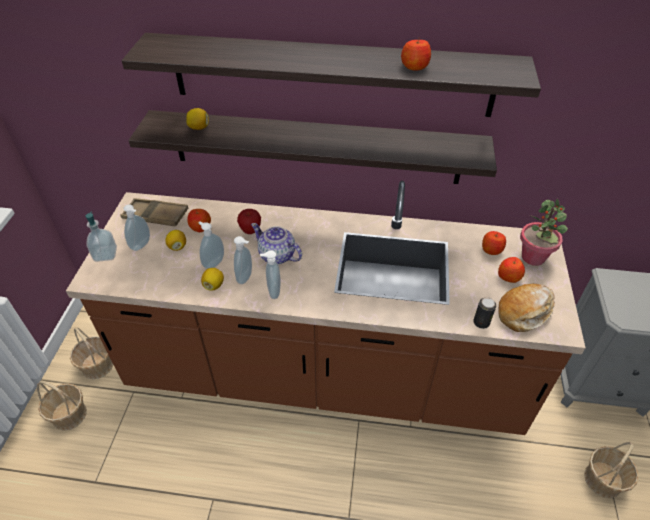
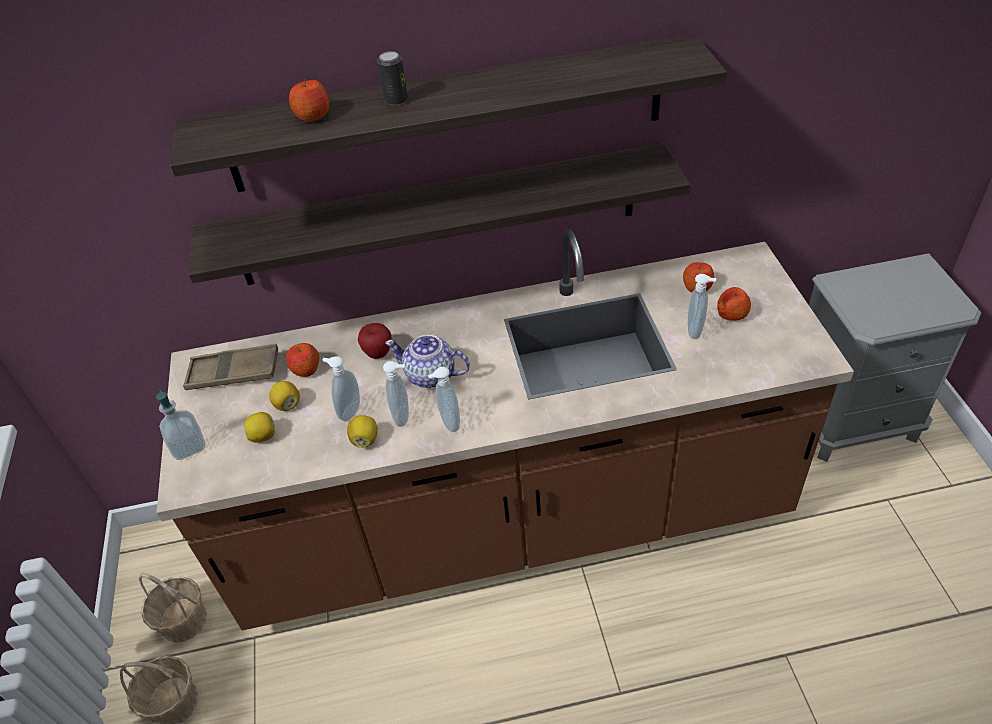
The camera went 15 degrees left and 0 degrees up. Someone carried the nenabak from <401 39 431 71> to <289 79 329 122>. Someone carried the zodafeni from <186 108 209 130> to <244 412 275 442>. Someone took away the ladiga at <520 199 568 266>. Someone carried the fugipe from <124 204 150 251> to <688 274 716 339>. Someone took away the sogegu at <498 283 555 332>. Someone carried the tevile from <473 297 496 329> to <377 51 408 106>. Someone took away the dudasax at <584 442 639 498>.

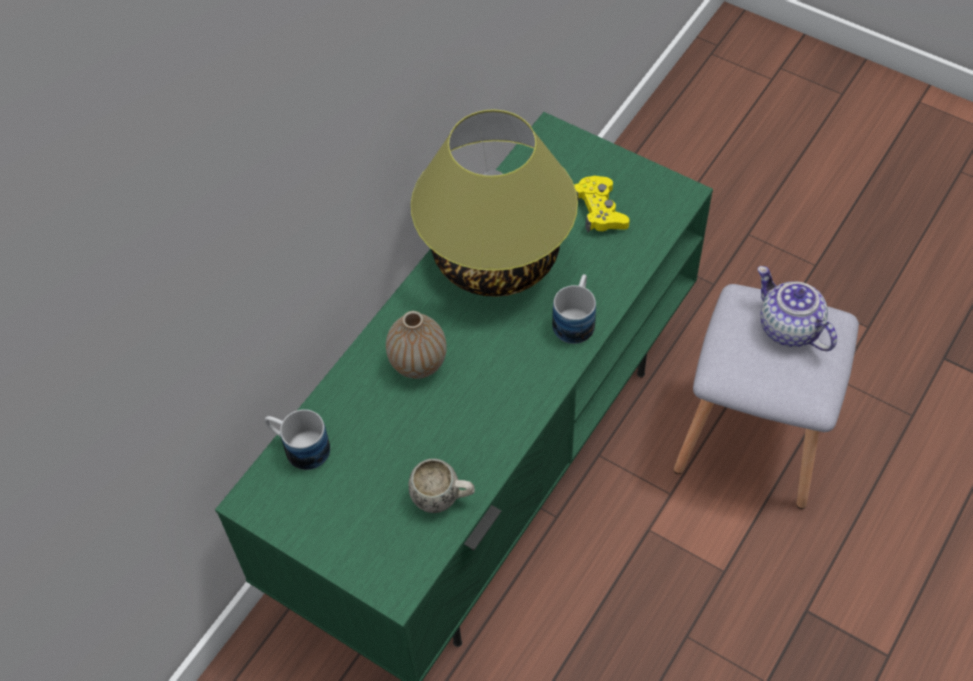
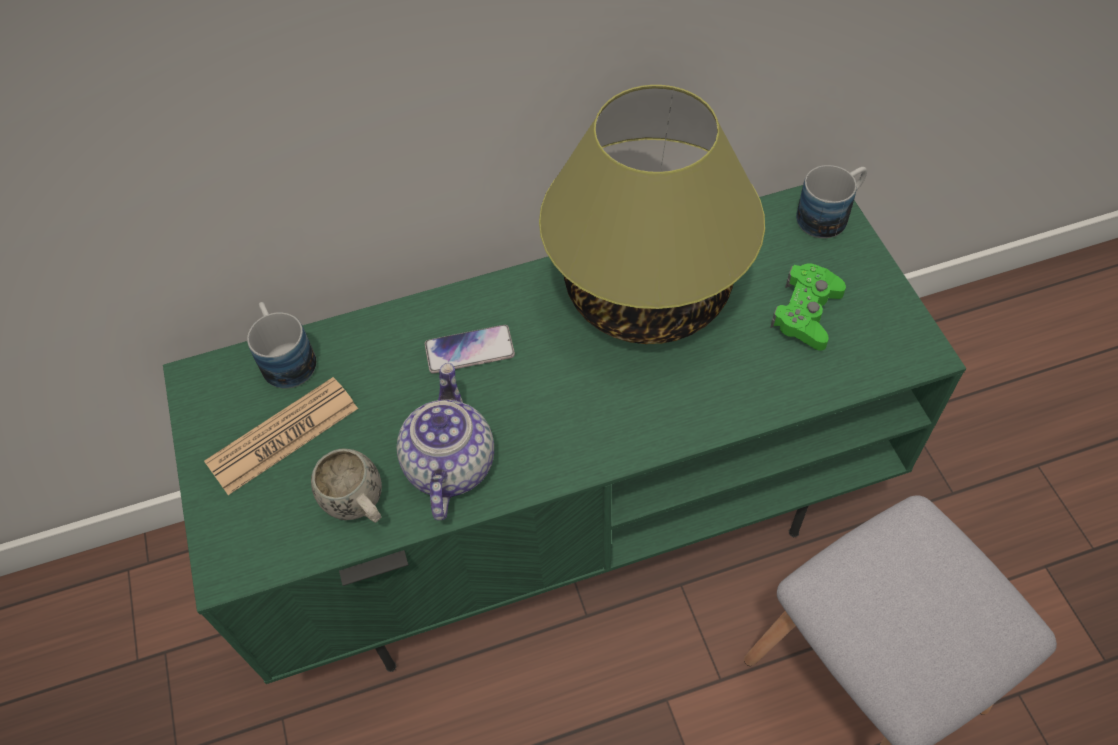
The camera went 40 degrees right and 0 degrees up. Someone repainted the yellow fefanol at <574 176 630 232>, which became the green fefanol at <770 264 846 351>. Someone carried the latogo from <758 266 837 351> to <397 363 494 521>. Someone carried the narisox from <552 274 596 344> to <796 165 867 238>. Someone swapped the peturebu at <386 311 447 379> for the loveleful at <425 325 515 373>. Someone put down the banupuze at <204 377 358 495>.

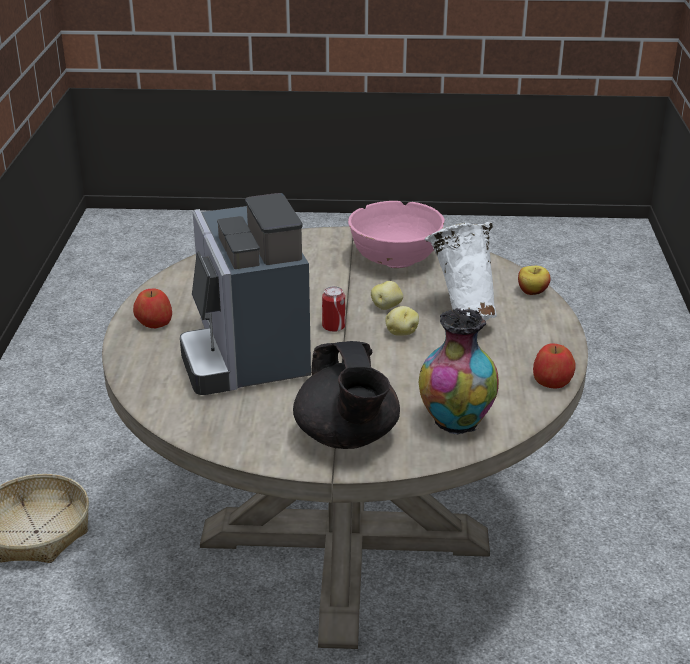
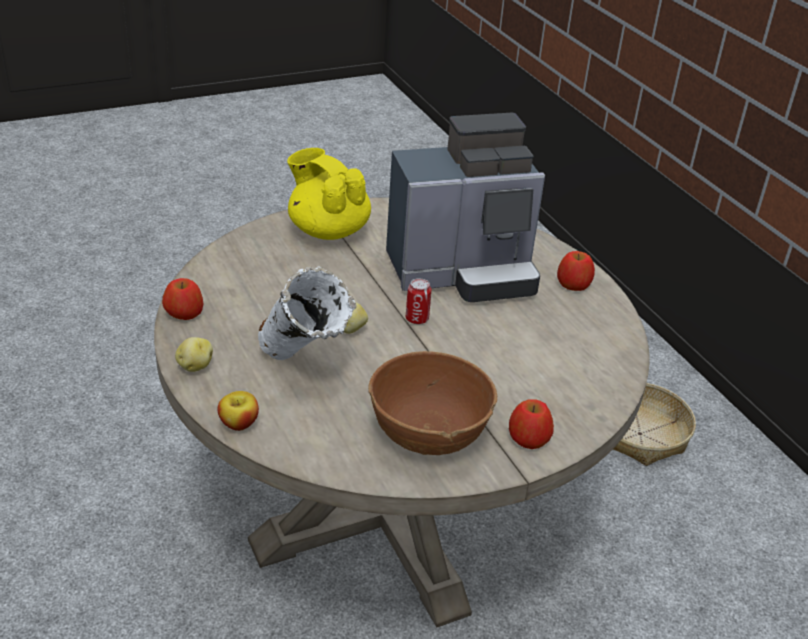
The camera went 150 degrees right and 5 degrees up. Someone rotated the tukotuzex at <180 193 311 395> by 120 degrees clockwise. Someone repainted the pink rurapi at <348 201 445 268>, which became the brown rurapi at <368 351 497 455>. Someone carried the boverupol from <371 281 403 310> to <175 337 213 372>. Someone took away the peturebu at <419 308 499 434>. Someone repainted the black latogo at <293 341 400 449>, which became the yellow latogo at <287 148 371 240>. Someone put down the nenabak at <509 399 554 449>.

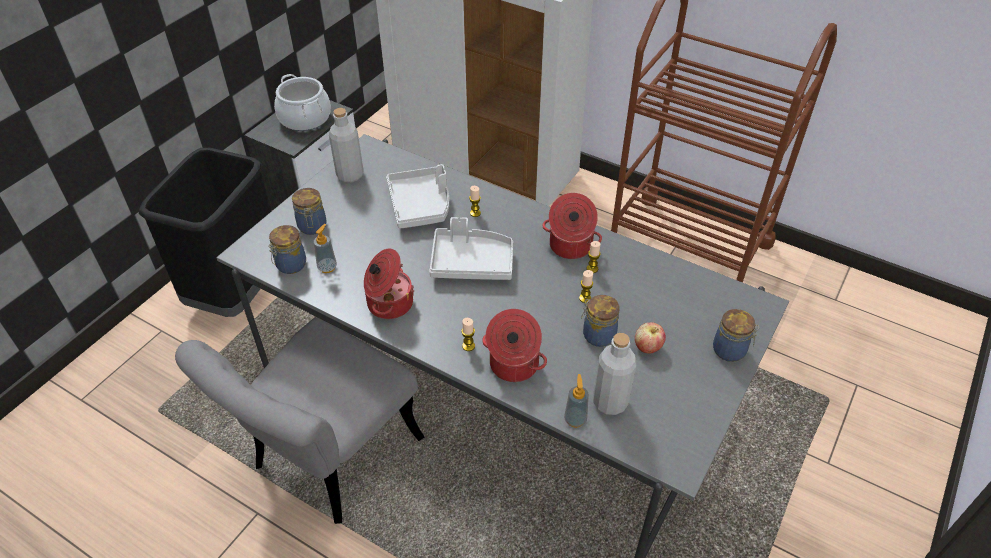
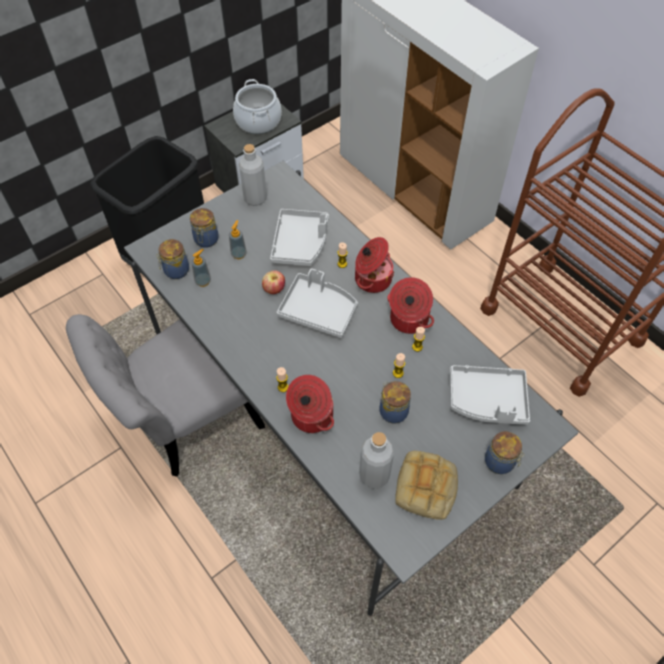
The camera went 20 degrees right and 10 degrees up. Someone carried the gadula from <364 249 414 319> to <355 237 394 293>. Someone carried the nenabak from <635 322 666 353> to <262 270 285 294>. Someone carried the fugipe from <564 374 589 428> to <229 220 247 259>. Someone put down the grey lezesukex at <450 365 530 425>. Someone put down the sogegu at <395 451 458 520>.

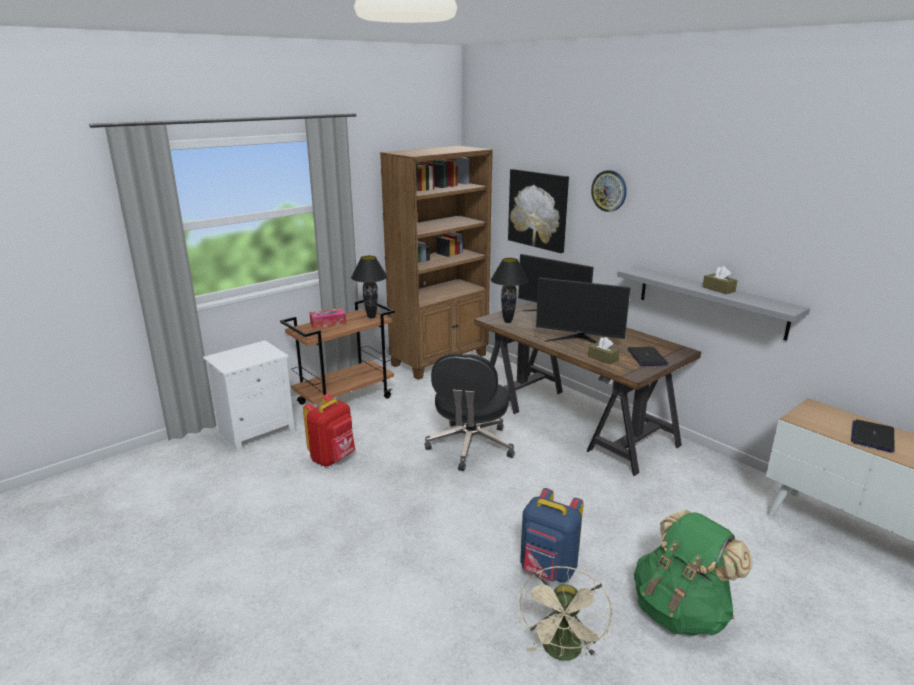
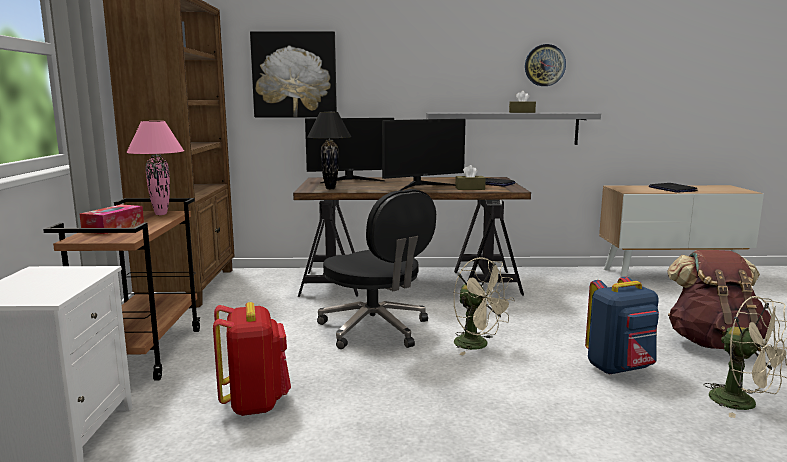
The camera went 50 degrees left and 10 degrees down. Someone carried the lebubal from <591 170 627 212> to <525 44 566 86>. Someone repainted the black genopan at <351 256 388 318>, which became the pink genopan at <126 121 184 215>. Someone repainted the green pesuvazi at <634 510 752 636>, which became the brown pesuvazi at <667 250 771 349>. Someone put down the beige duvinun at <453 257 515 355>.

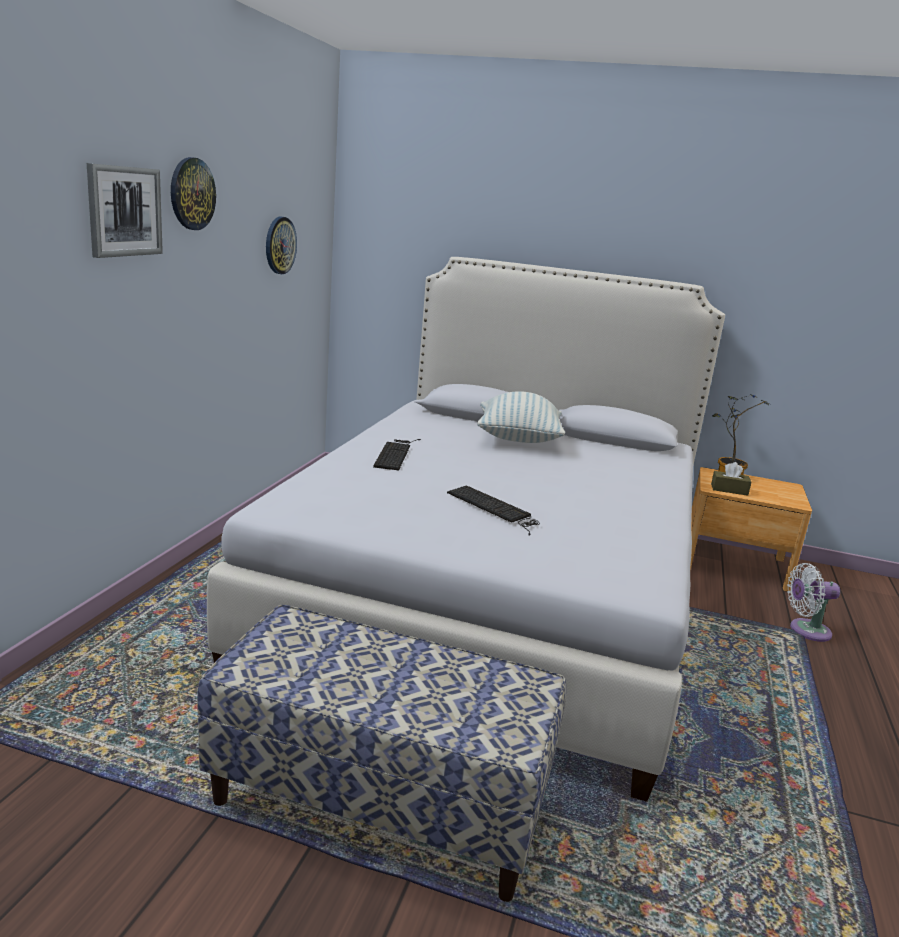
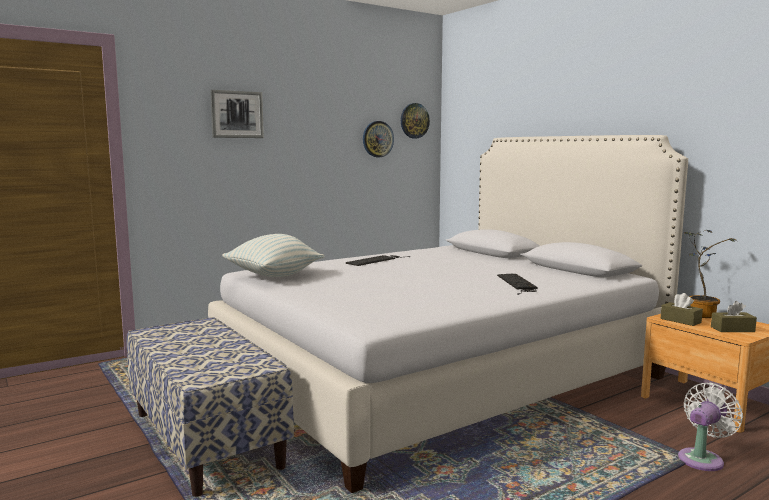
The camera went 40 degrees right and 10 degrees down. Someone carried the lebubal from <171 157 216 230> to <401 103 430 138>. Someone carried the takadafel from <477 391 565 443> to <222 234 325 277>. Someone carried the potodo from <447 485 540 536> to <497 273 537 295>. Someone rotated the white duvinun at <787 563 840 642> by 105 degrees clockwise. Someone put down the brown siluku at <711 301 757 332>.

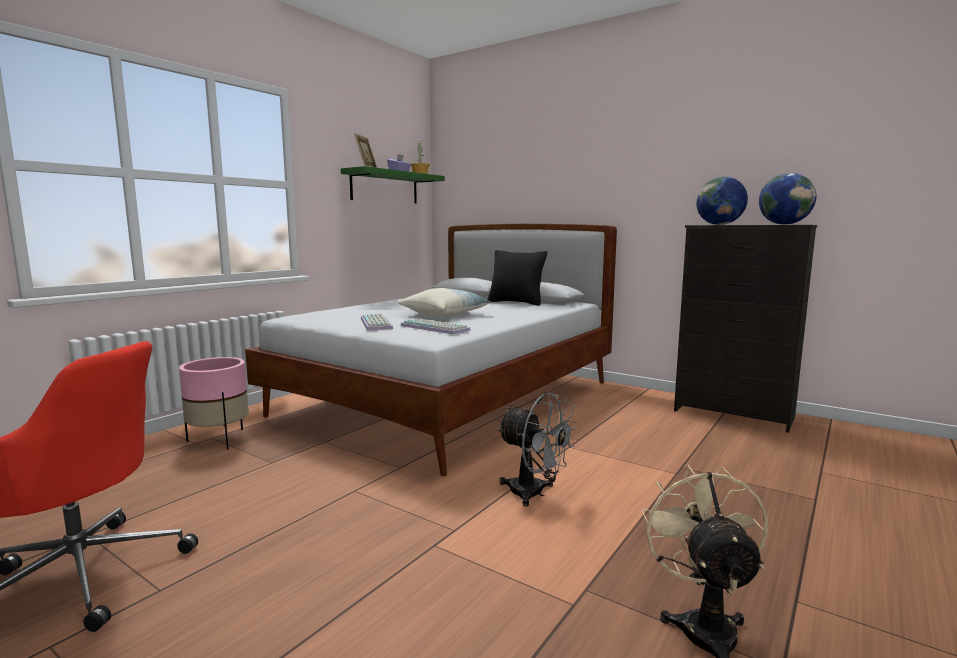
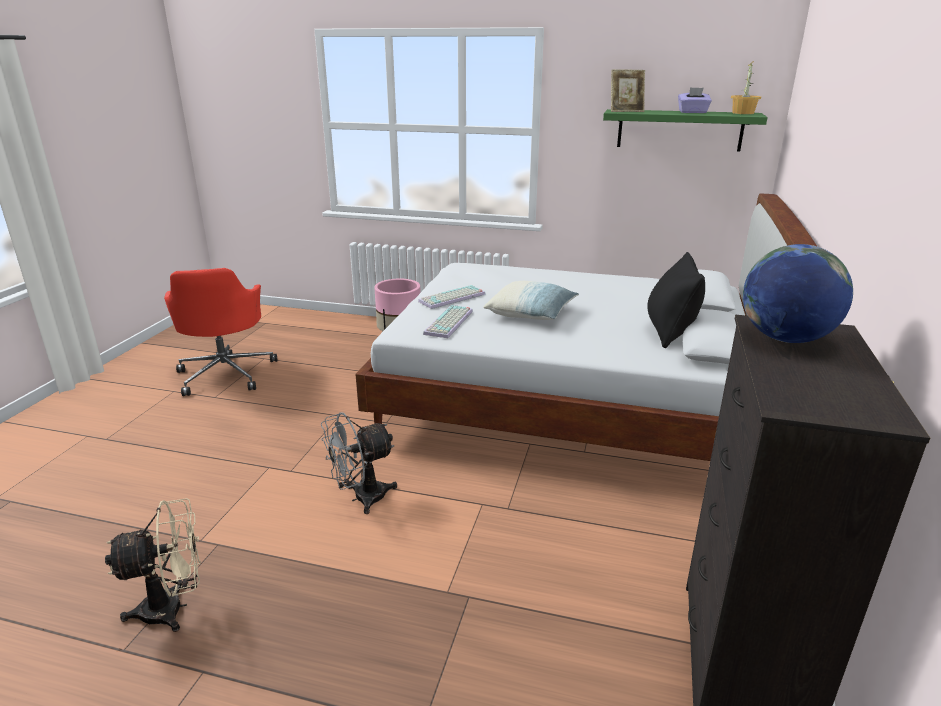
The camera went 70 degrees right and 15 degrees up. Someone took away the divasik at <759 173 817 225>. Someone rotated the grey duvinun at <497 393 578 507> by 45 degrees clockwise.

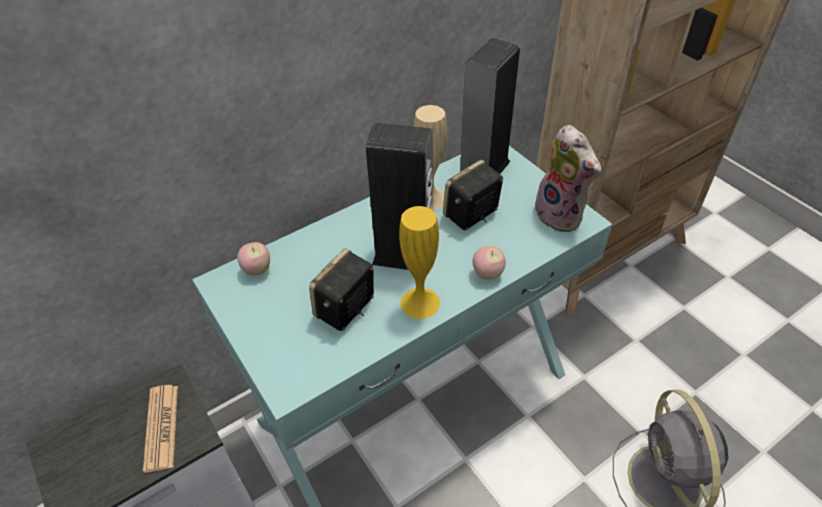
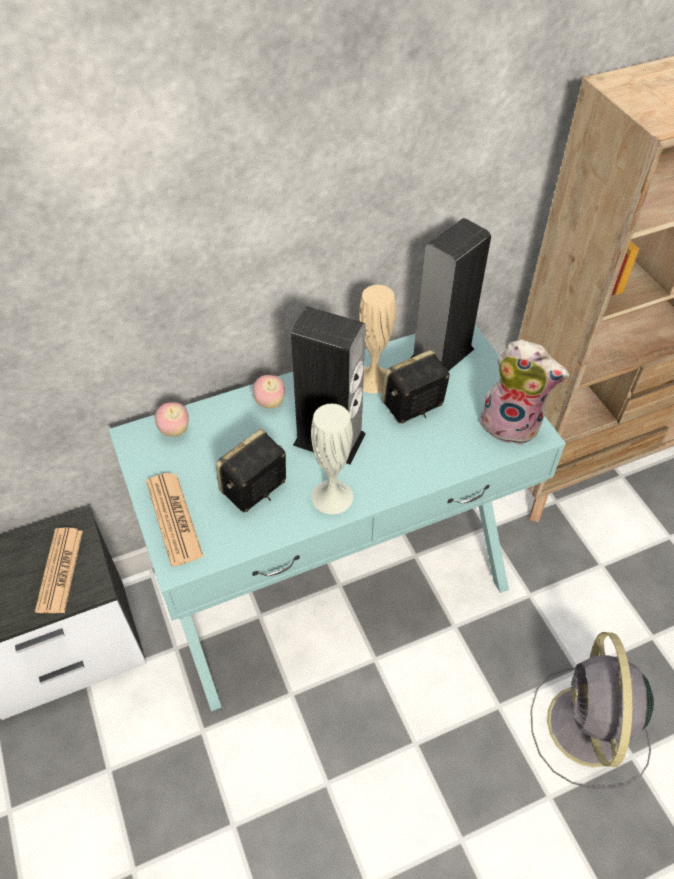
The camera went 10 degrees right and 5 degrees up. Someone rotated the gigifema at <535 125 601 232> by 45 degrees counterclockwise. Someone repainted the yellow peturebu at <399 206 440 319>, which became the white peturebu at <311 404 353 514>. Someone carried the nenabak from <472 246 506 280> to <253 375 285 409>. Someone put down the banupuze at <146 473 204 566>.

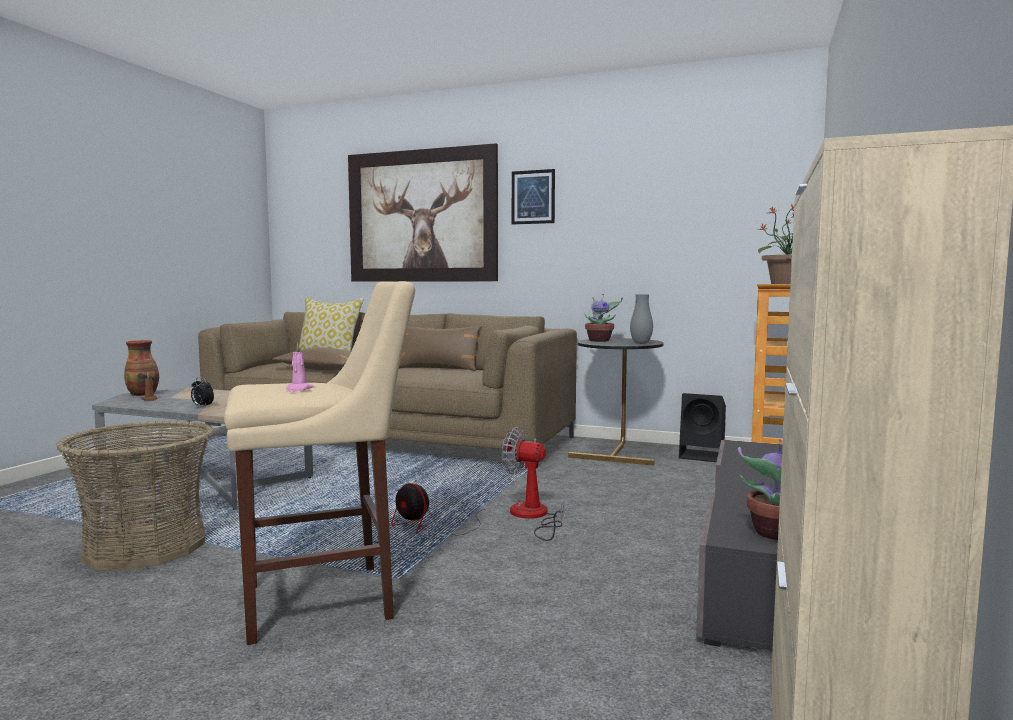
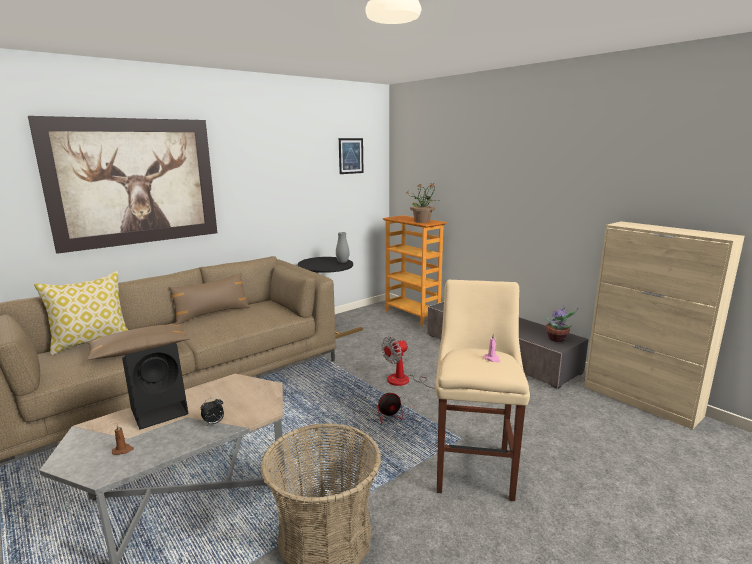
The camera went 60 degrees left and 10 degrees up. Someone carried the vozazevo from <512 169 555 224> to <339 138 364 174>. Someone took away the ladiga at <584 294 623 342>. Someone took away the peturebu at <124 340 159 396>. Someone carried the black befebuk from <679 393 726 462> to <122 343 188 430>.

